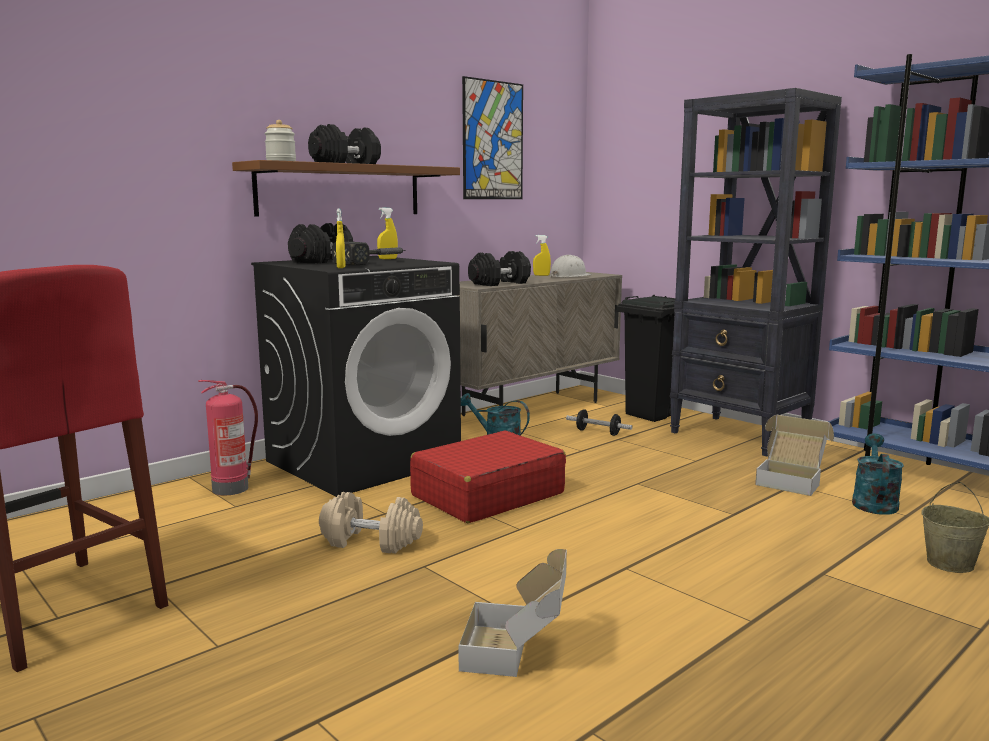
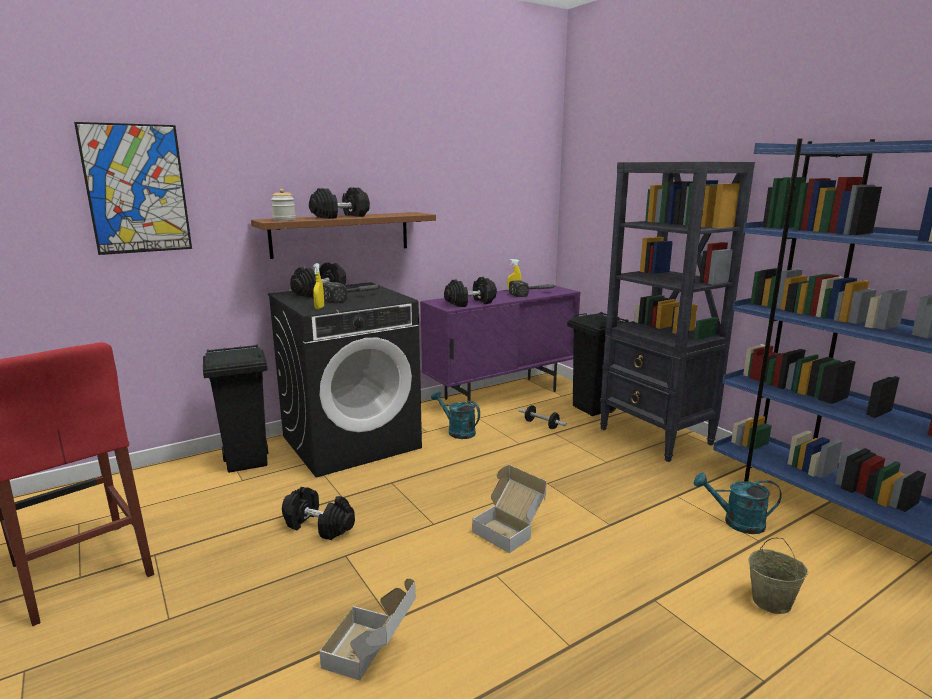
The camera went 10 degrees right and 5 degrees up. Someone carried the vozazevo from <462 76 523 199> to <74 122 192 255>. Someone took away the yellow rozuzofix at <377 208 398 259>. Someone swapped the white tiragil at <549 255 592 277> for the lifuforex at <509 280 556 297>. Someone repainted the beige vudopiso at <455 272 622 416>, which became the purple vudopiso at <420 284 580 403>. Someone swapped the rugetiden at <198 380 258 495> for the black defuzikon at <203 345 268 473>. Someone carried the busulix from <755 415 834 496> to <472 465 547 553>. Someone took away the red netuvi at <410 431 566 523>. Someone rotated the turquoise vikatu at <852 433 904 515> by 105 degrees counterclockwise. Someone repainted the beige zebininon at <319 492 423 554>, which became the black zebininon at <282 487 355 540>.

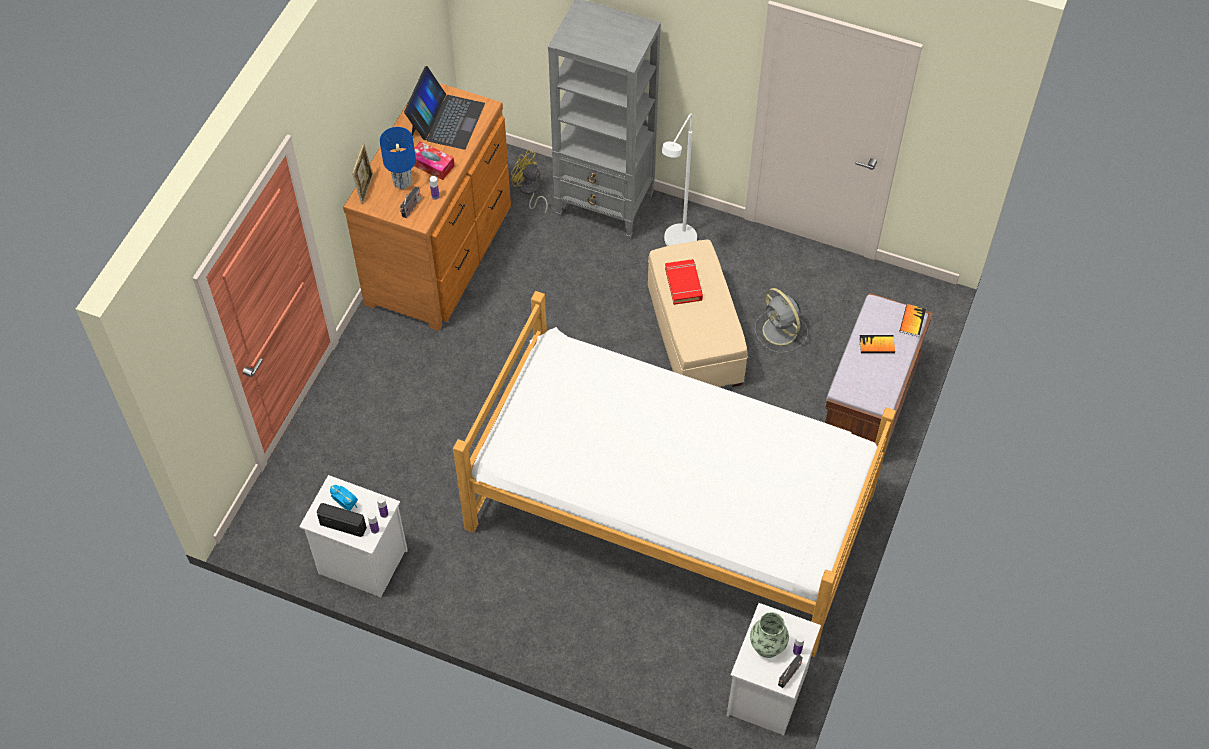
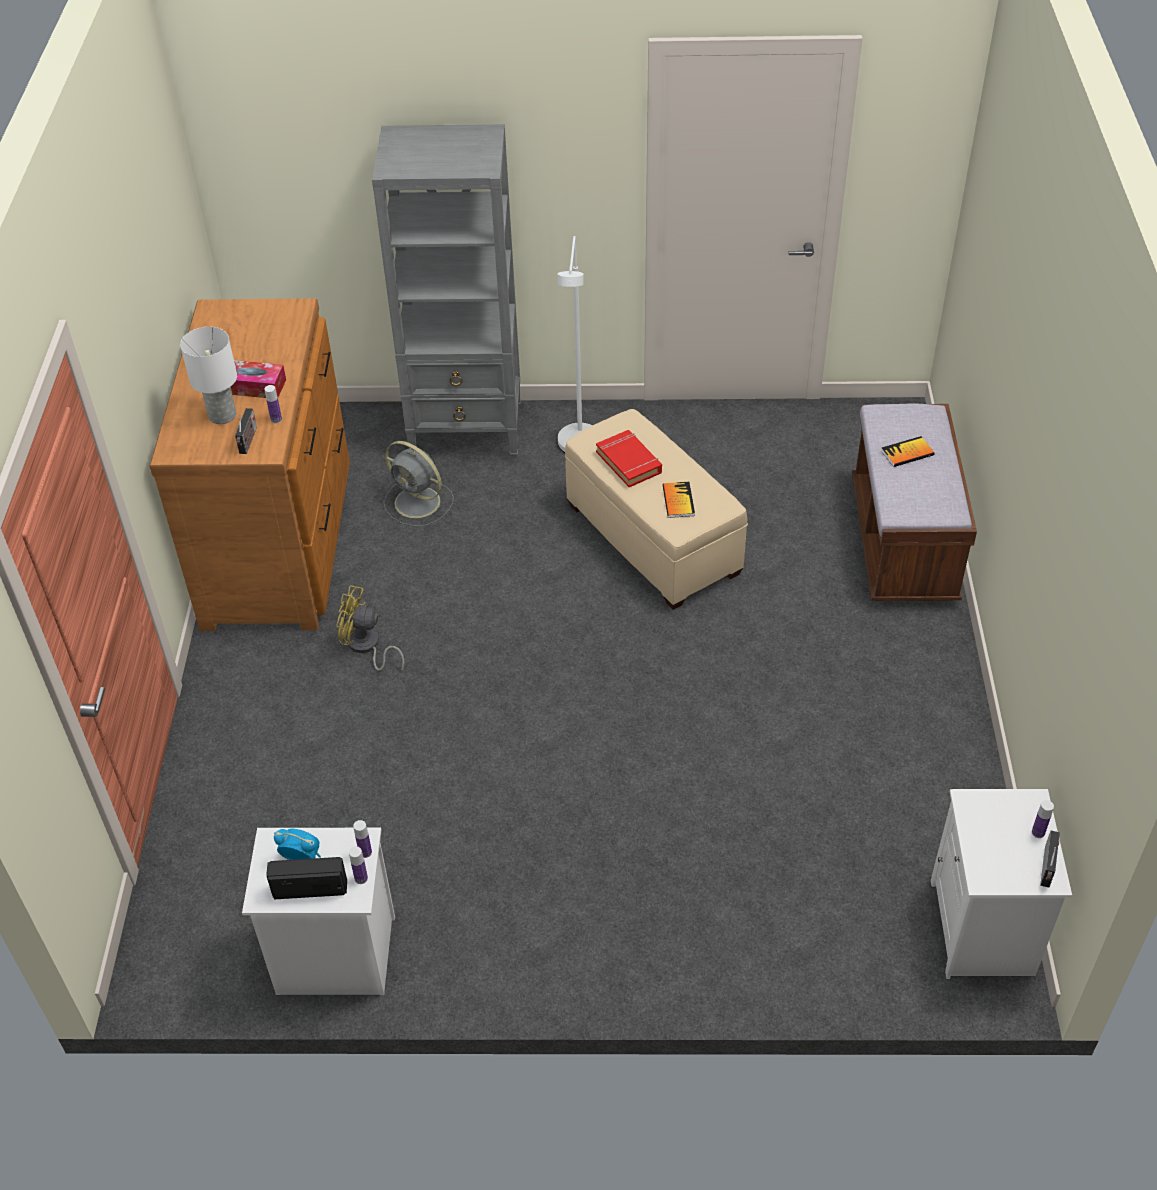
The camera went 20 degrees left and 10 degrees down. Someone took away the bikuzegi at <404 66 485 150>. Someone repainted the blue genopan at <380 127 416 189>, which became the white genopan at <180 327 237 424>. Someone took away the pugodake at <352 143 373 204>. Someone carried the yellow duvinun from <511 149 548 215> to <336 585 405 672>. Someone carried the grey duvinun from <755 288 808 353> to <384 441 454 526>. Someone took away the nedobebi at <453 291 896 657>. Someone carried the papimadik from <900 304 926 337> to <663 482 695 518>. Someone took away the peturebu at <750 612 789 658>.

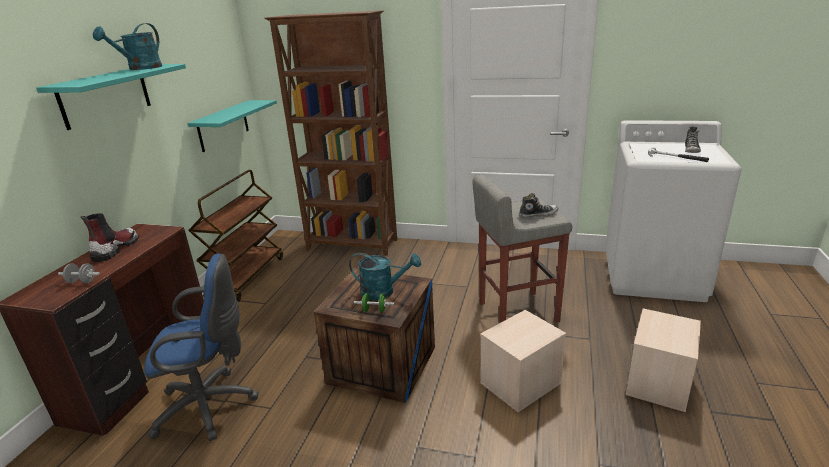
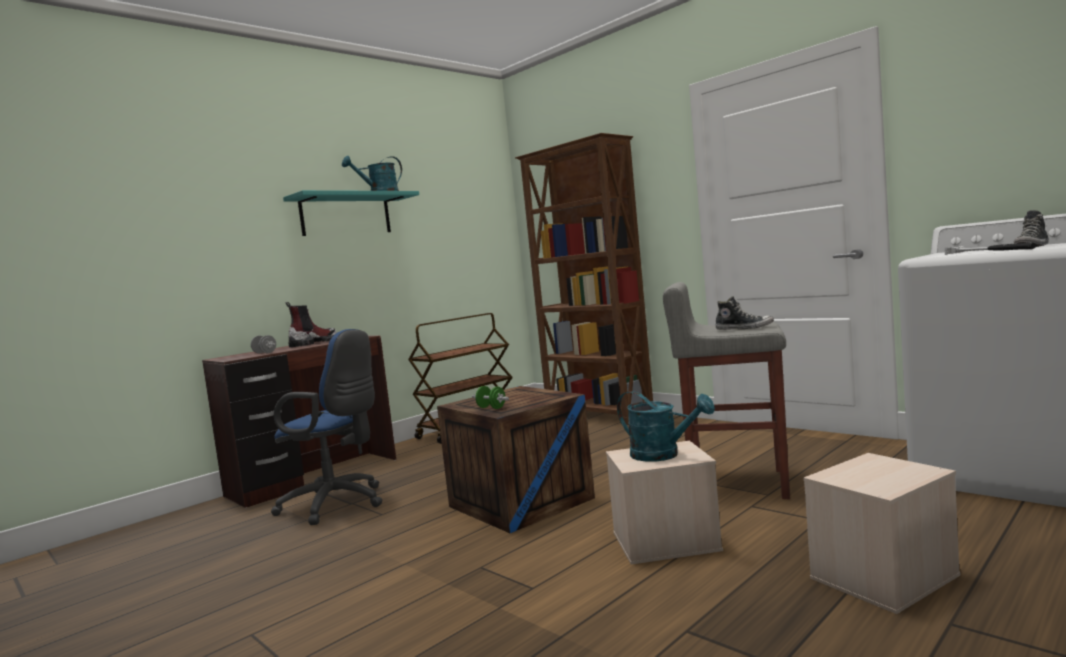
The camera went 30 degrees right and 20 degrees down. Someone took away the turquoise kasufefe at <187 100 277 152>. Someone carried the turquoise vikatu from <349 253 421 300> to <617 391 715 462>.

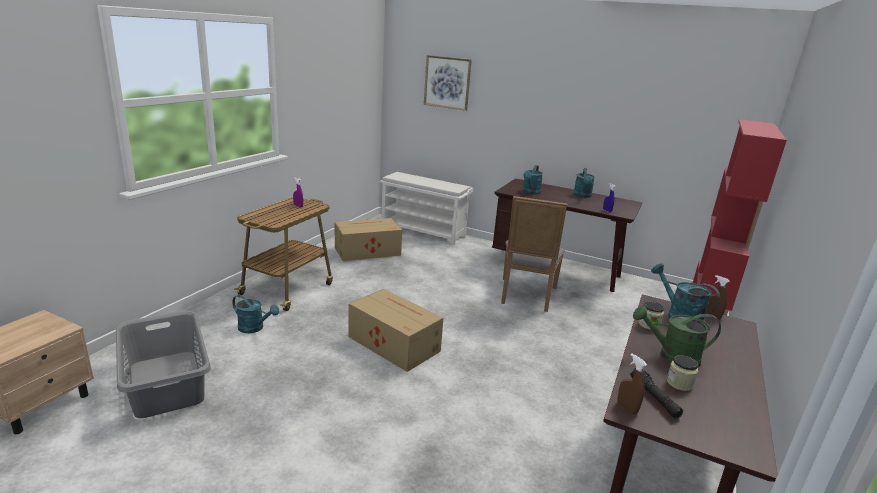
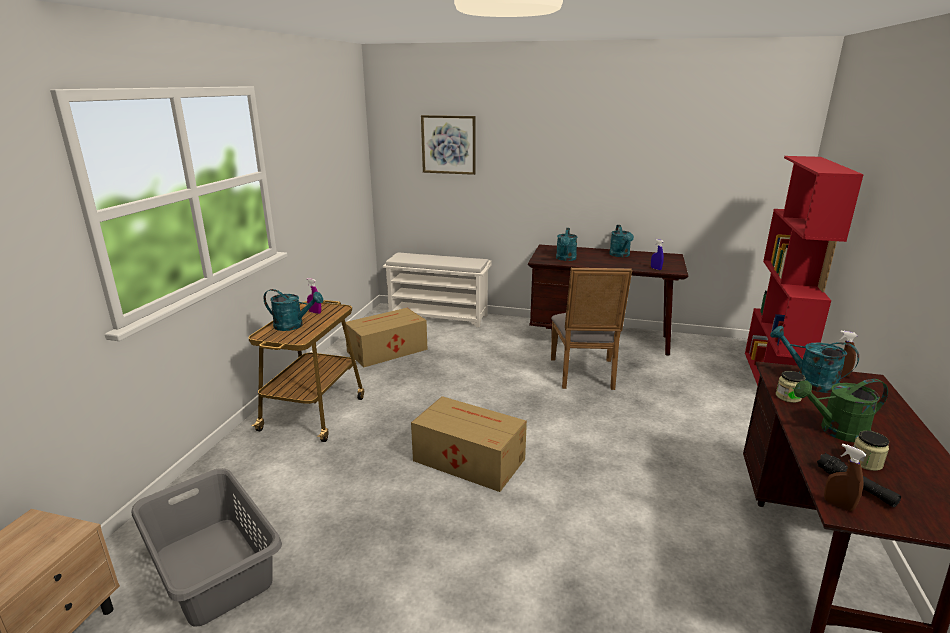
The camera went 10 degrees left and 0 degrees up. Someone carried the turquoise vikatu from <232 295 279 333> to <264 289 323 331>.

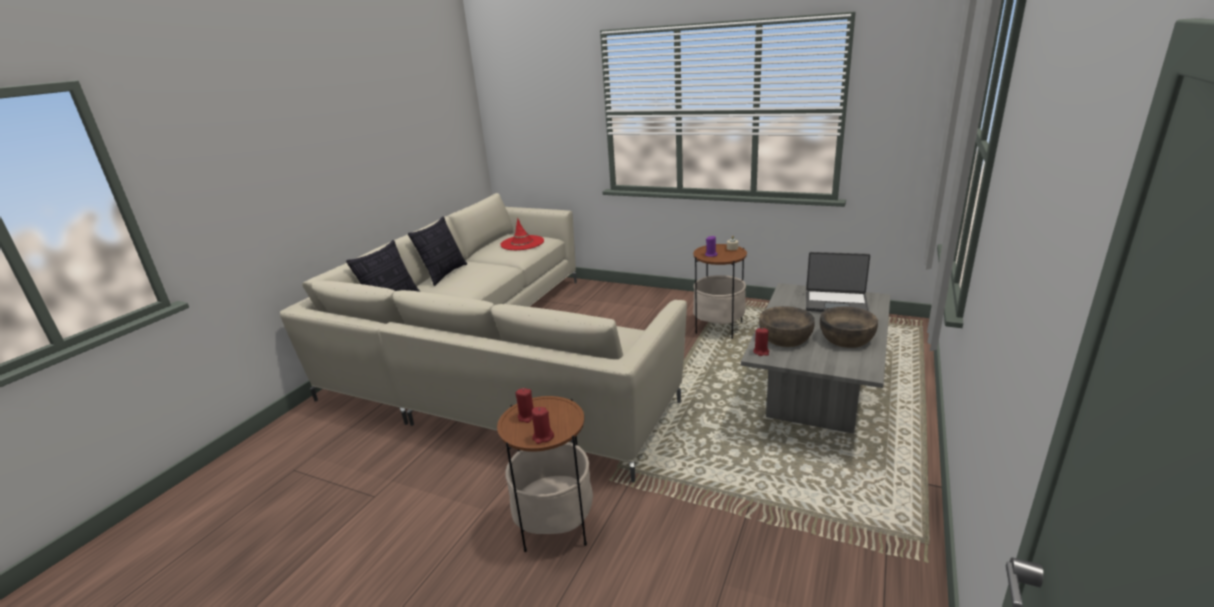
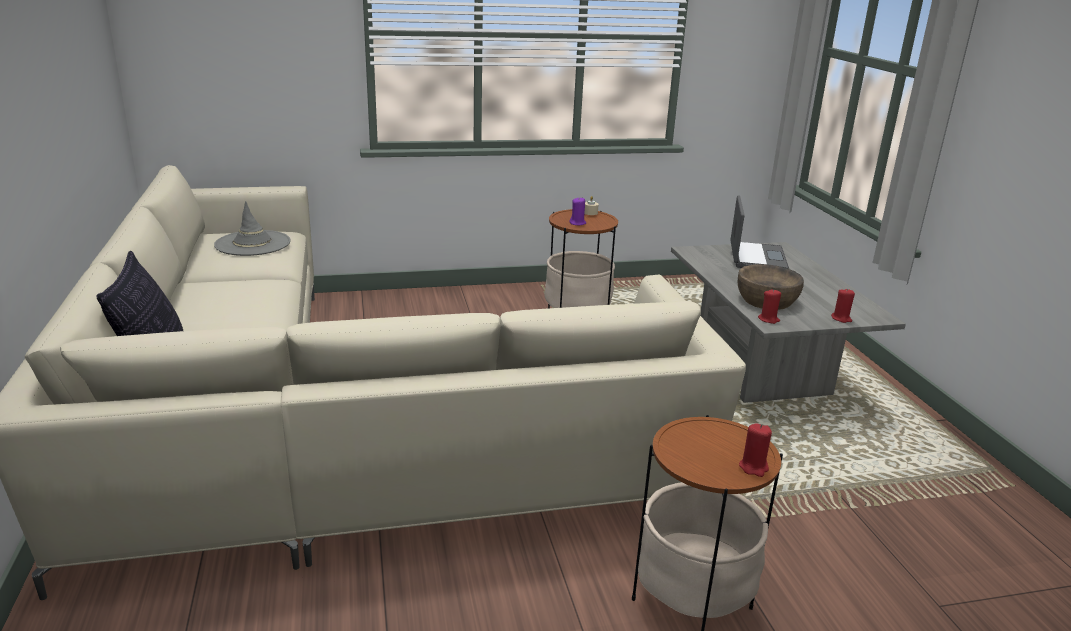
The camera went 40 degrees left and 0 degrees up. Someone took away the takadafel at <408 217 467 286>. Someone repainted the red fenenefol at <500 218 544 250>, which became the grey fenenefol at <214 201 291 256>. Someone rotated the bikuzegi at <806 252 870 312> by 60 degrees counterclockwise. Someone took away the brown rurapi at <820 307 878 348>. Someone carried the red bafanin from <516 388 534 423> to <831 288 855 323>.

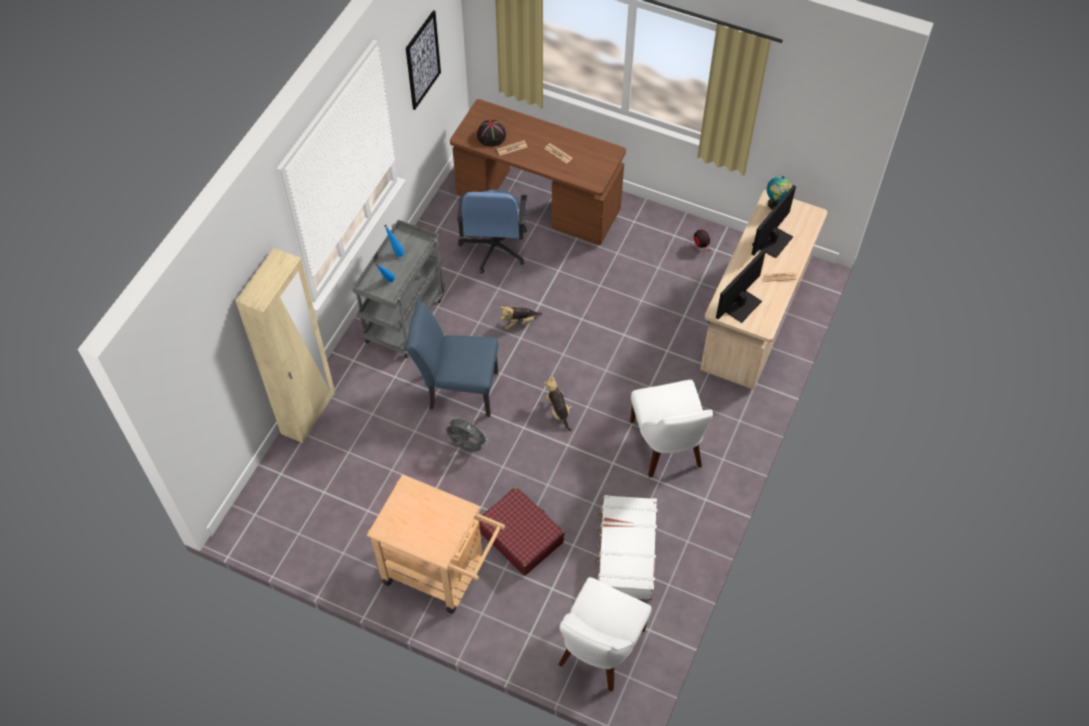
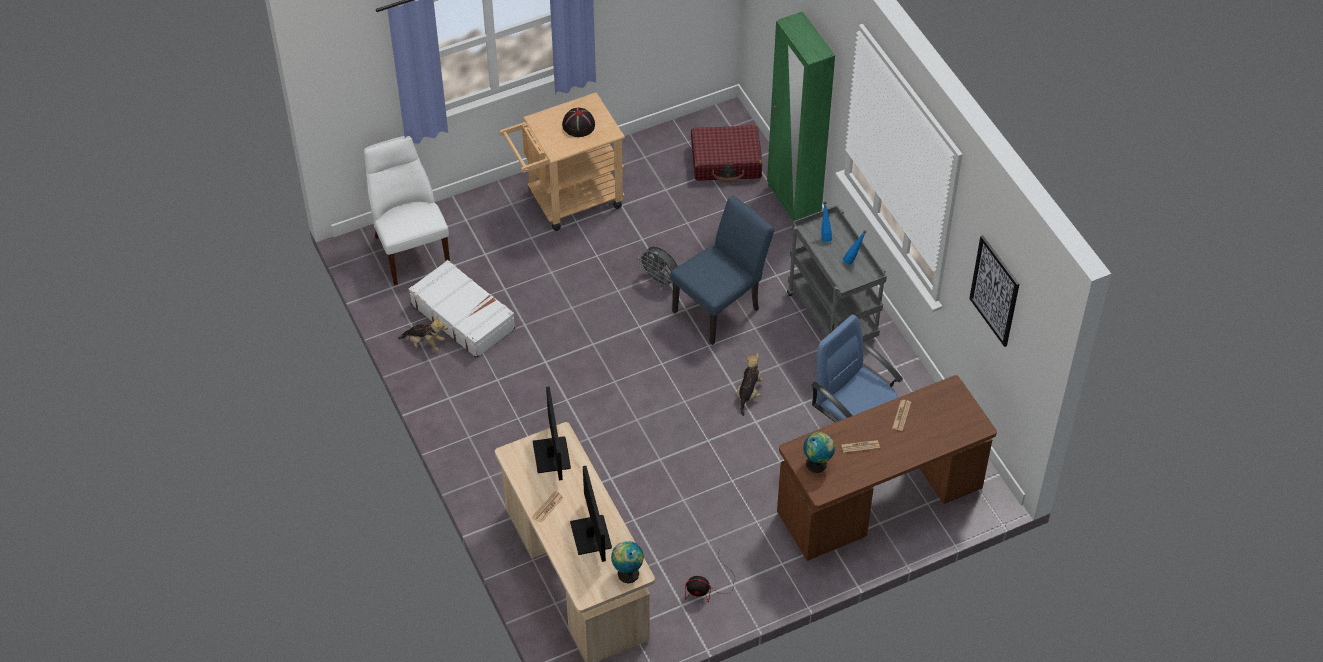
The camera went 130 degrees right and 5 degrees down. Someone carried the black fenenefol from <477 120 506 146> to <562 108 595 137>. Someone repainted the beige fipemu at <236 248 335 443>, which became the green fipemu at <767 11 835 221>. Someone carried the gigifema from <544 376 572 431> to <398 316 448 350>. Someone took away the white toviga at <630 380 713 477>. Someone rotated the grey duvinun at <446 416 489 451> by 60 degrees clockwise. Someone carried the red netuvi from <479 487 565 576> to <691 125 762 183>. Someone put down the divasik at <803 432 835 473>.

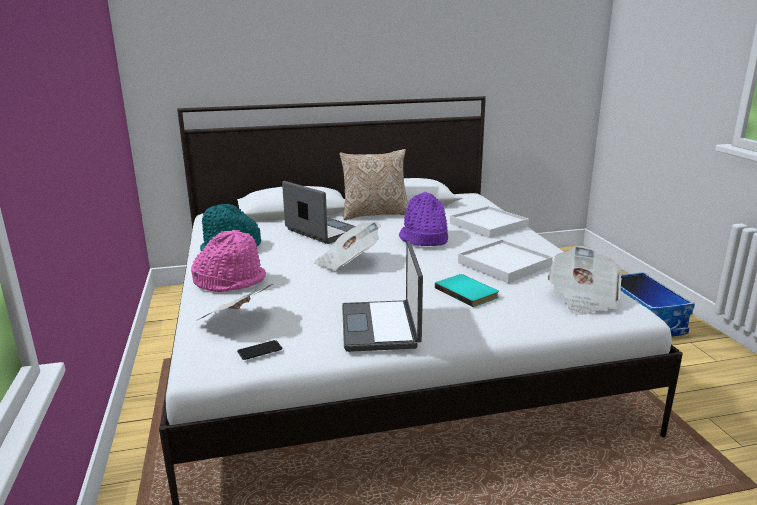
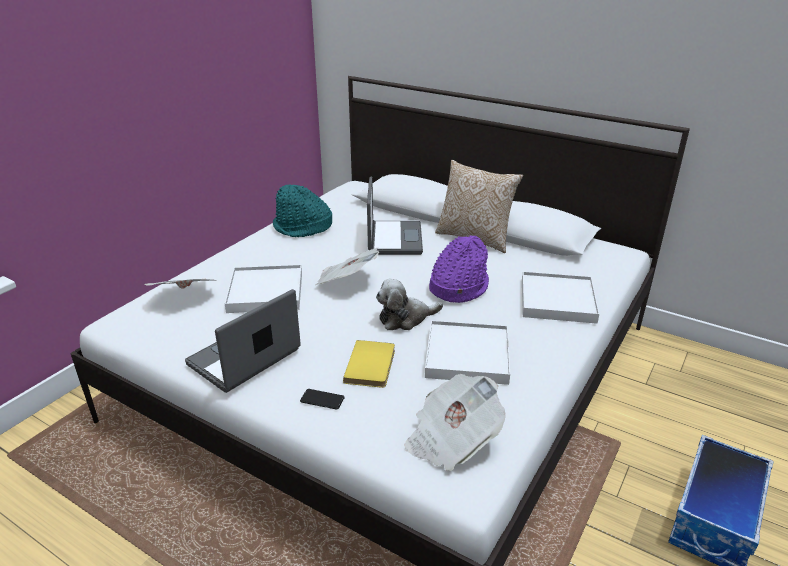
The camera went 45 degrees right and 10 degrees up. Someone took away the pink fenenefol at <191 230 266 292>. Someone repainted the turquoise papimadik at <435 274 499 307>, which became the yellow papimadik at <343 340 395 388>. Someone carried the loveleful from <237 340 283 360> to <300 389 345 410>. Someone put down the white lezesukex at <225 265 302 313>. Someone put down the gigifema at <376 279 443 330>.

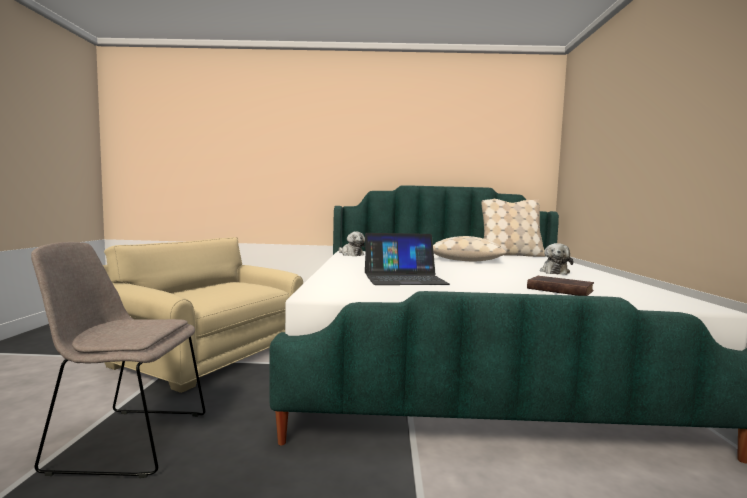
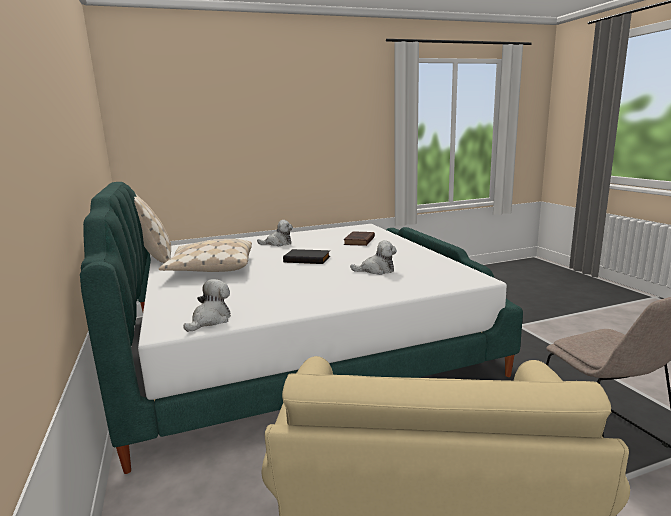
The camera went 110 degrees left and 10 degrees up. Someone swapped the bikuzegi at <365 233 450 285> for the gigifema at <350 240 397 275>. Someone put down the black papimadik at <283 249 330 264>.

